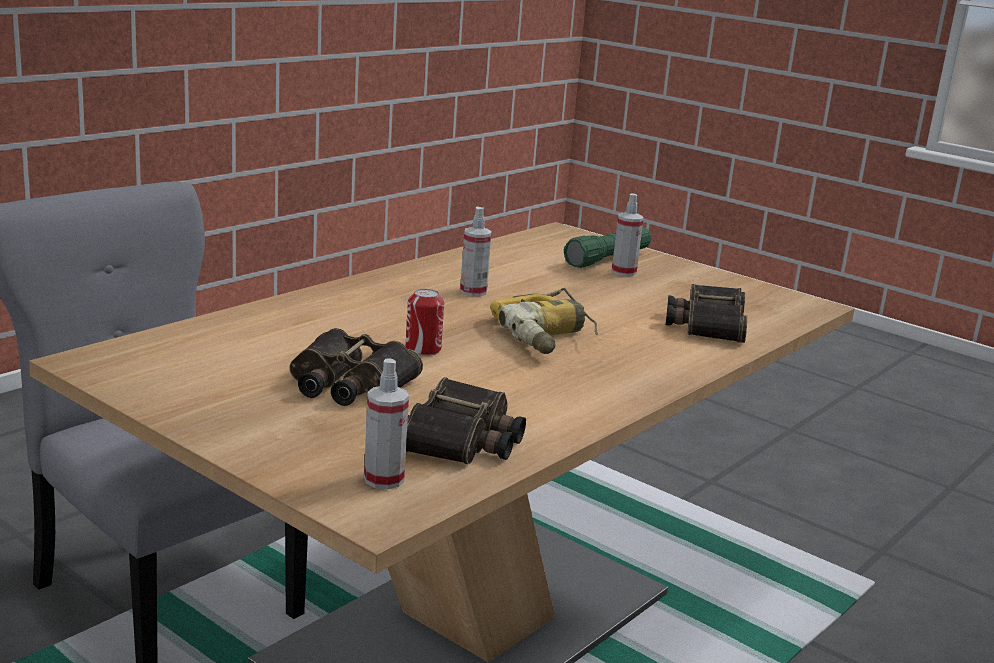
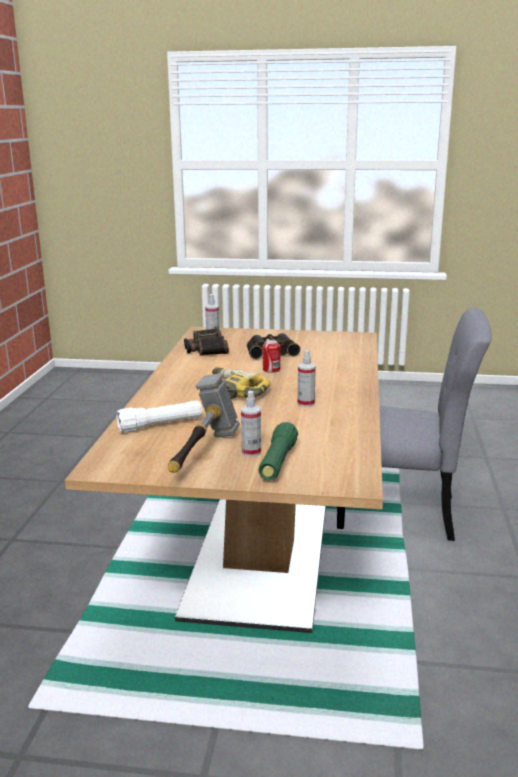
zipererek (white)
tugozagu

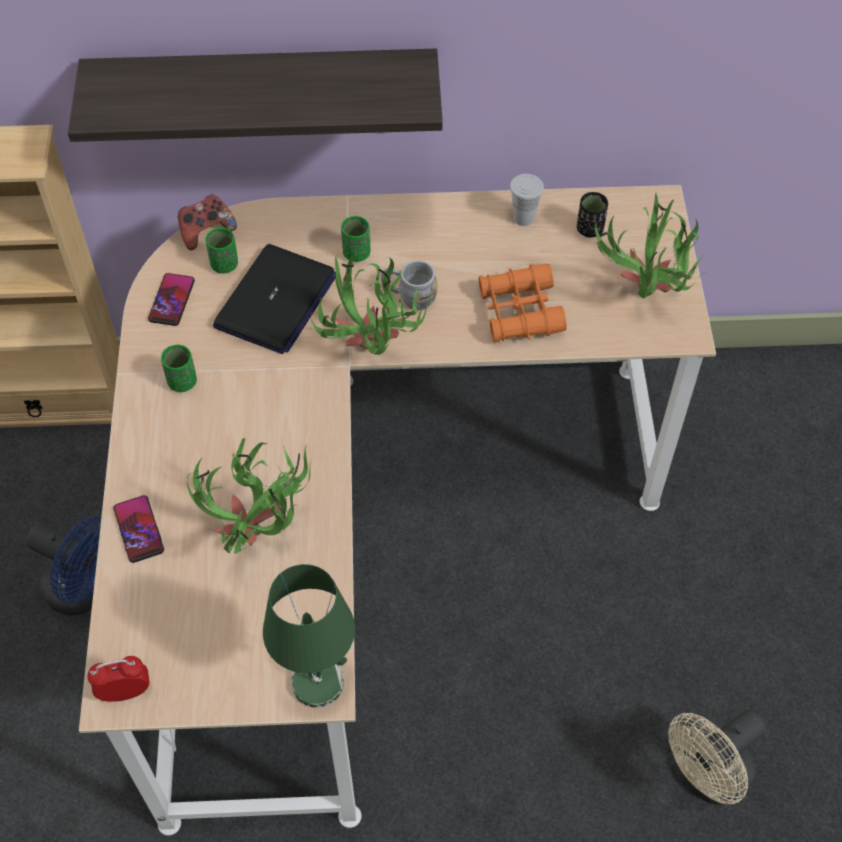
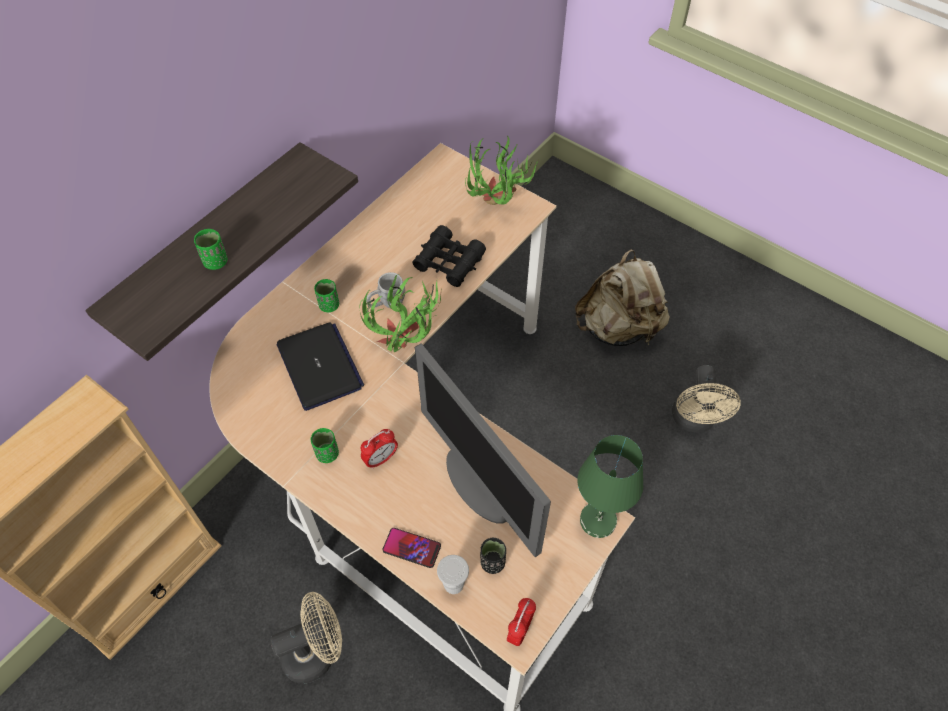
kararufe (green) (no. 1 from left)
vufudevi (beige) (no. 1 from left)
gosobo (no. 1 from left)
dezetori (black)
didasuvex
kararufe (white)
kararufe (black)
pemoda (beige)
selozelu (no. 2 from left in the first image)
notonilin

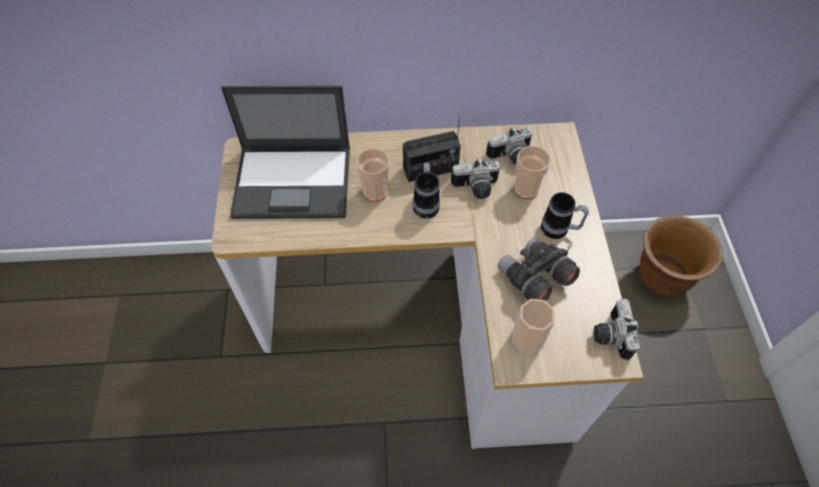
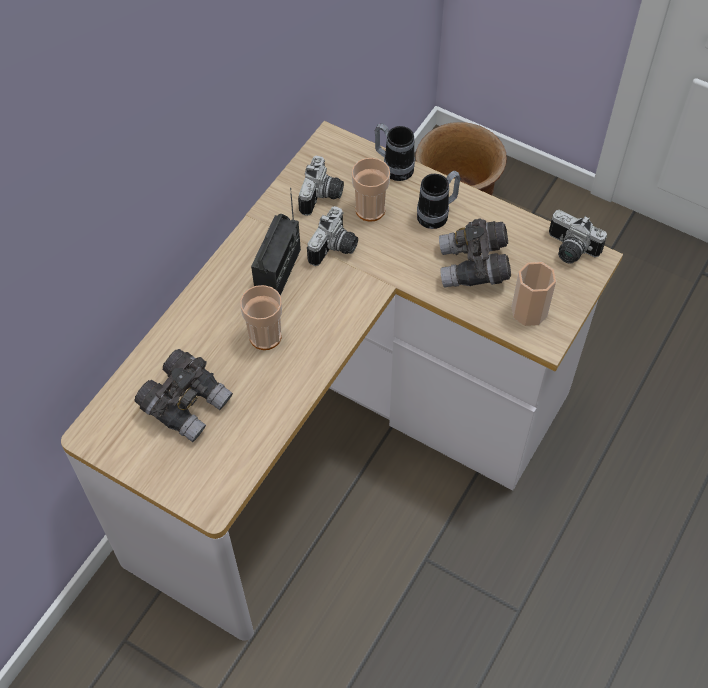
dezetori (grey) (no. 1 from left)
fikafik (no. 1 from left)

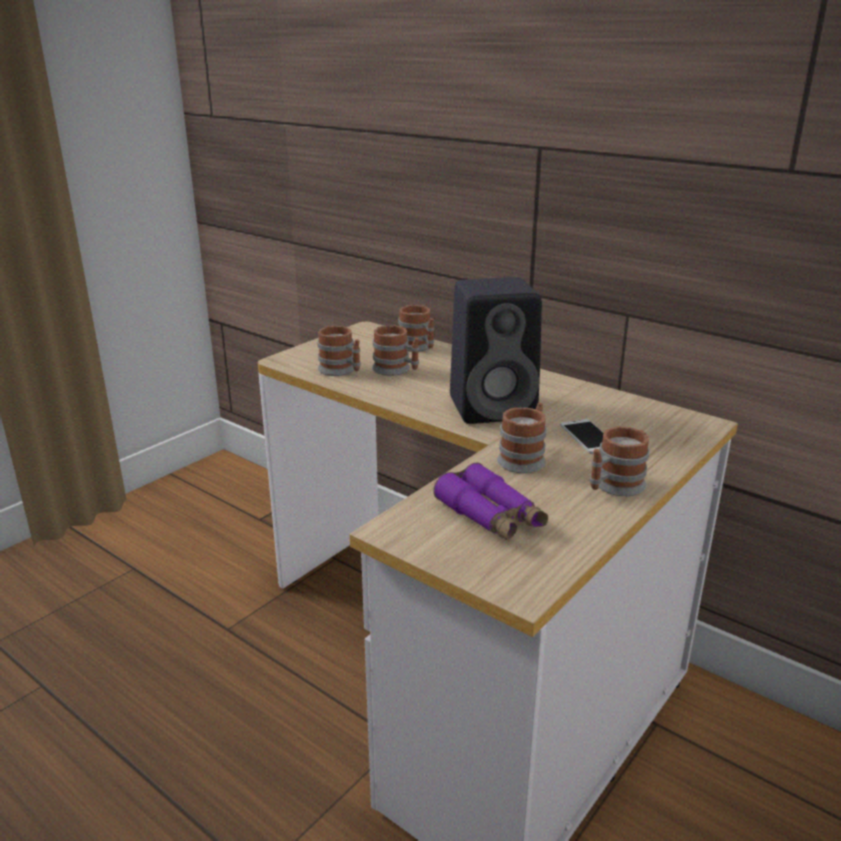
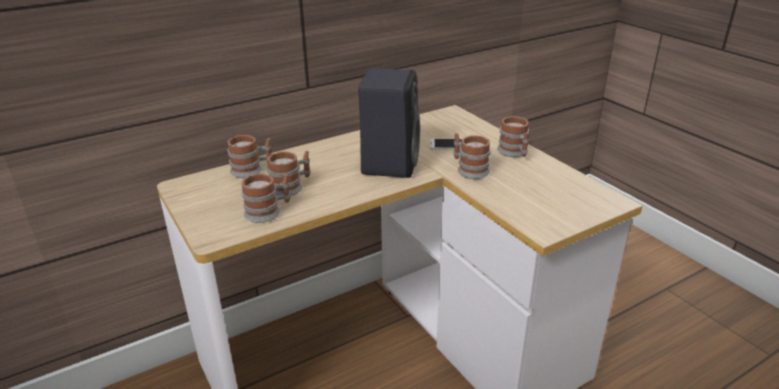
dezetori (purple)

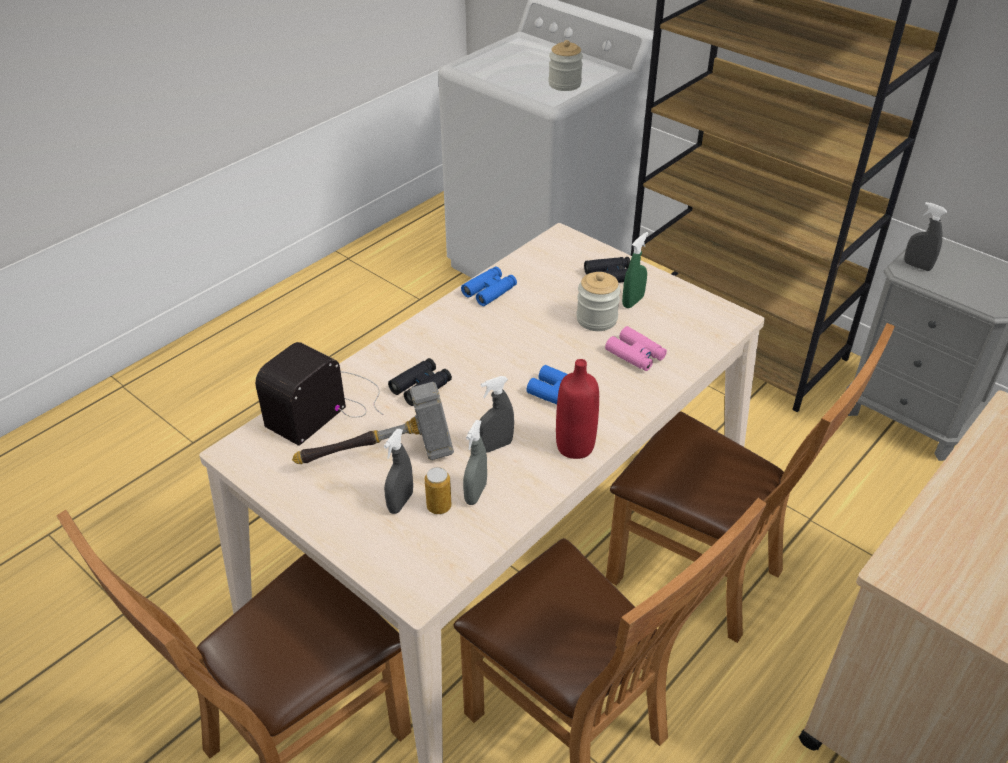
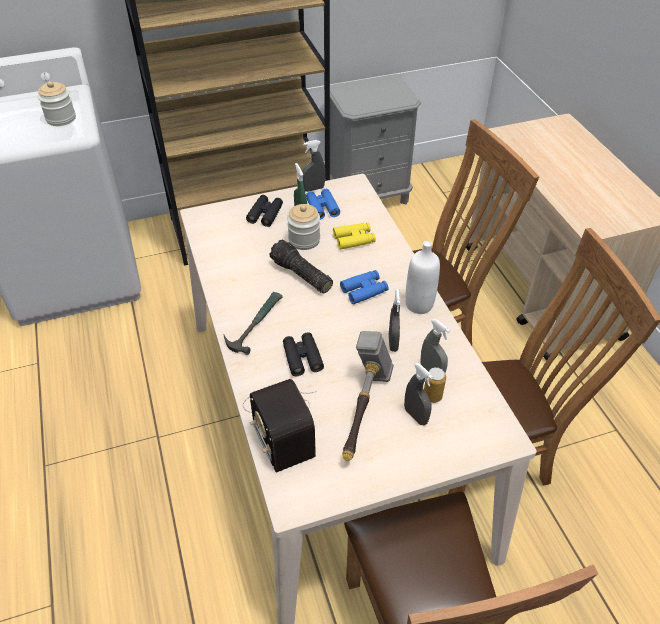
tugozagu (no. 1 from left)
zipererek
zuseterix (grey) (no. 1 from left)
dezetori (blue) (no. 1 from left)
dezetori (yellow)
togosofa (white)

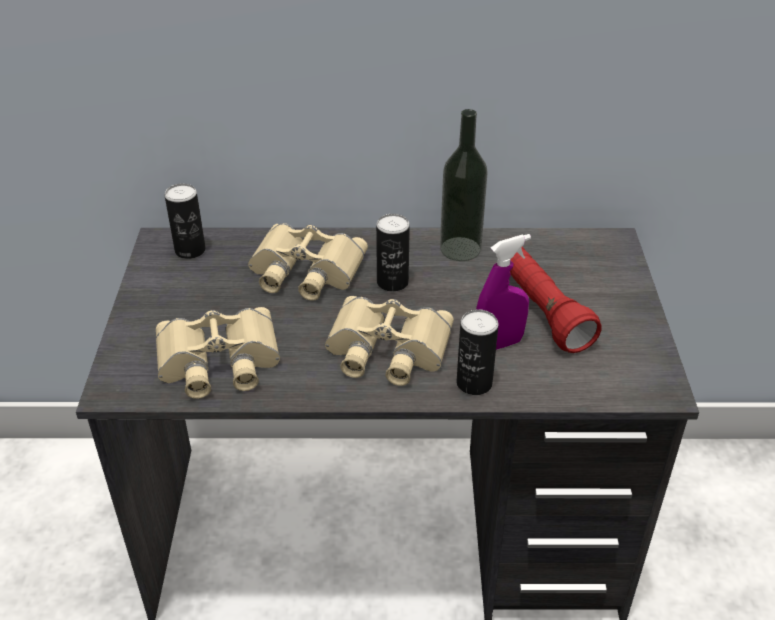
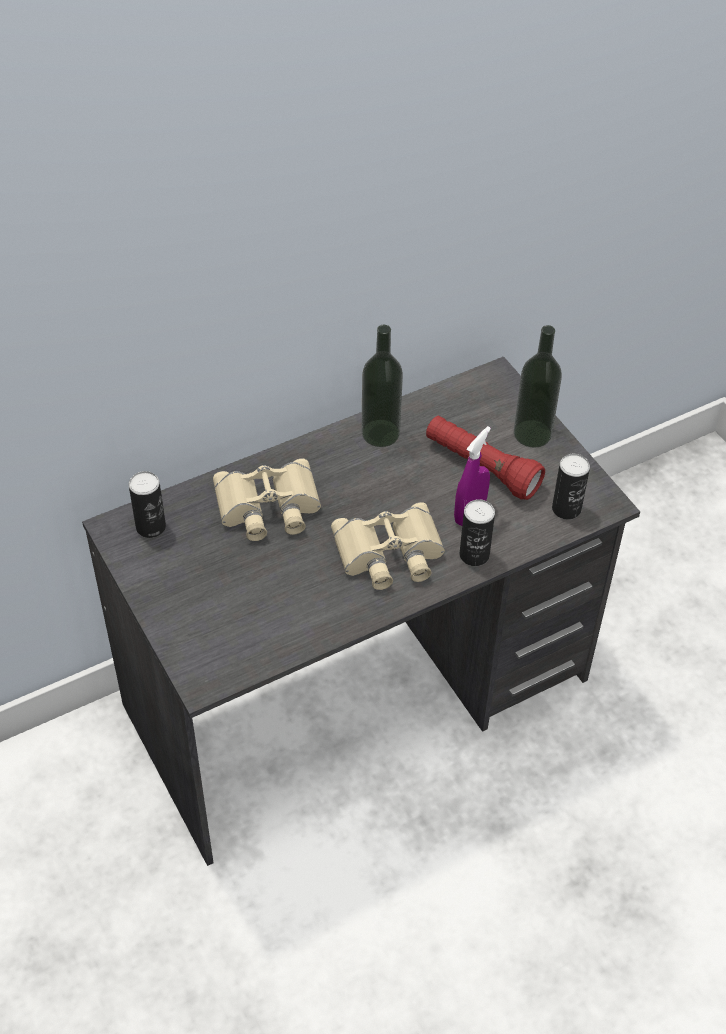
togosofa (no. 2 from left)
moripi (no. 3 from left)
dezetori (beige) (no. 1 from left in the first image)

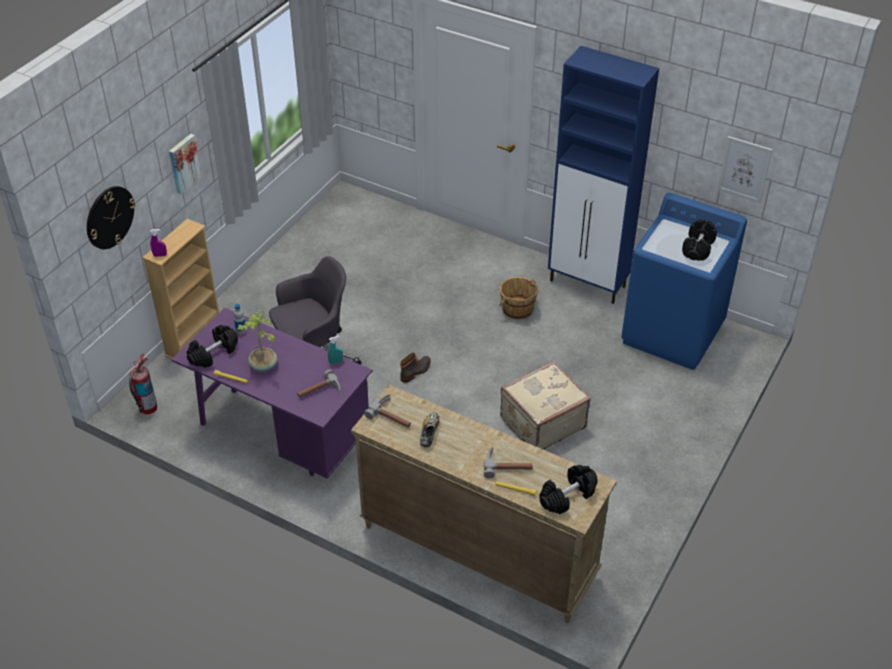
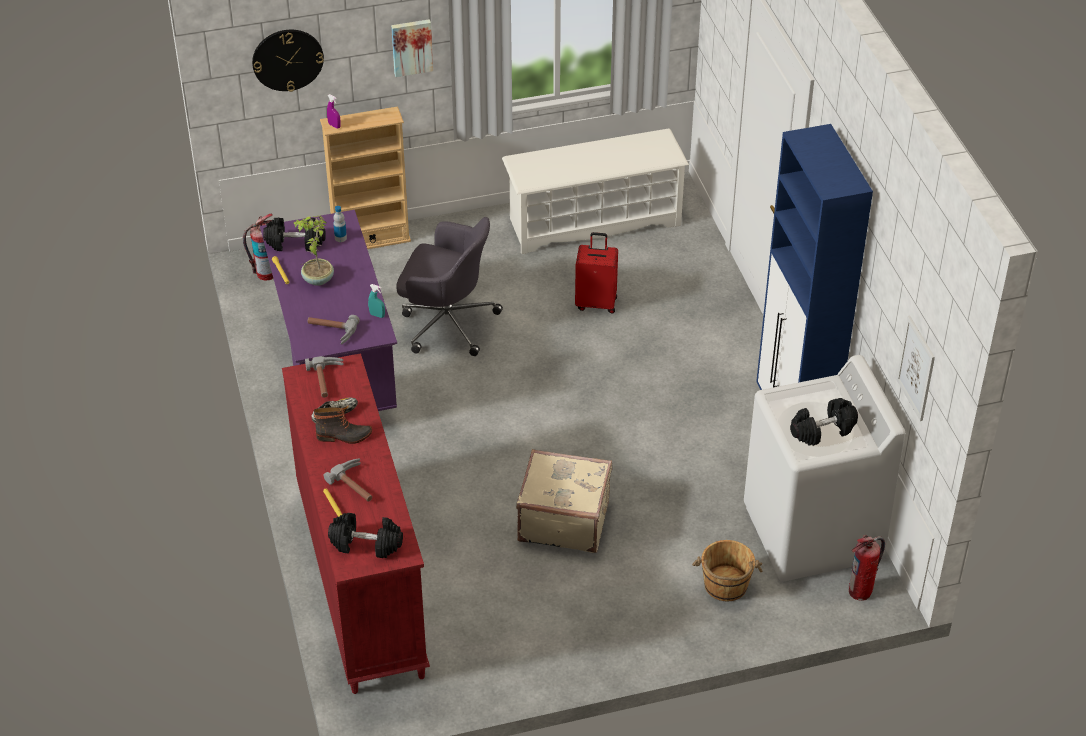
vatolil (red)
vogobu
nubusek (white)
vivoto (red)
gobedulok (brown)
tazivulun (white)
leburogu (no. 2 from left)

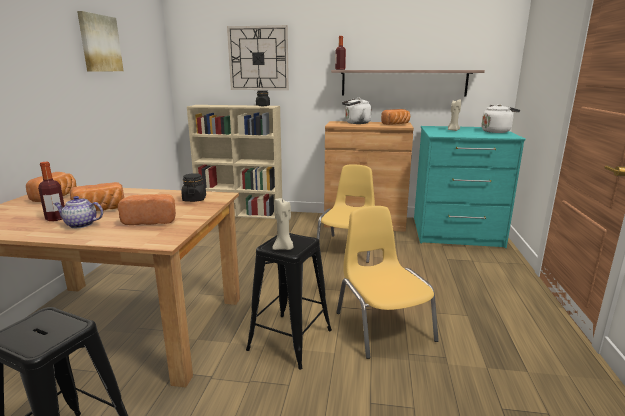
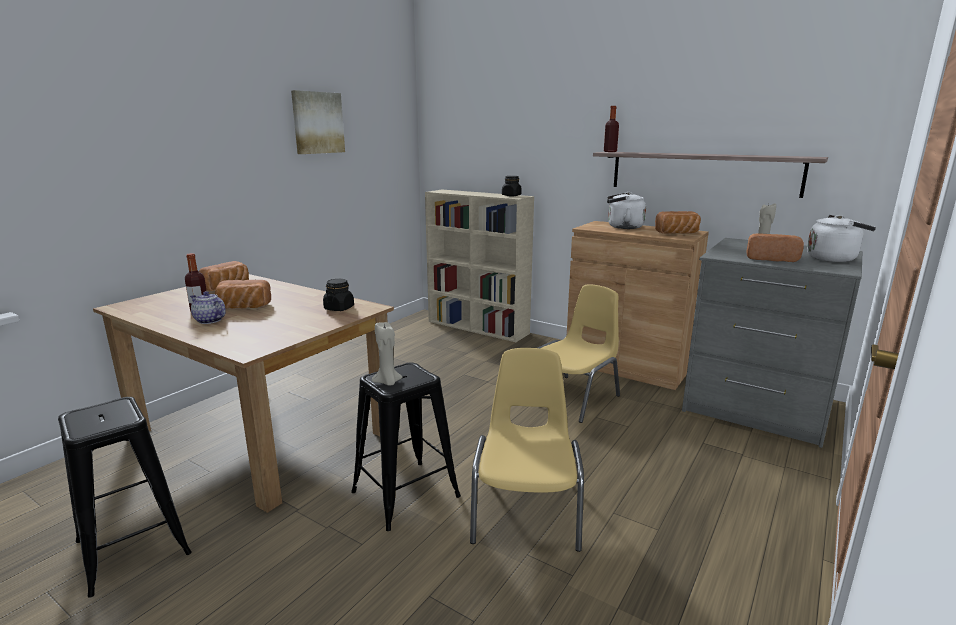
vatolil (grey)
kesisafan (no. 4 from left)
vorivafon

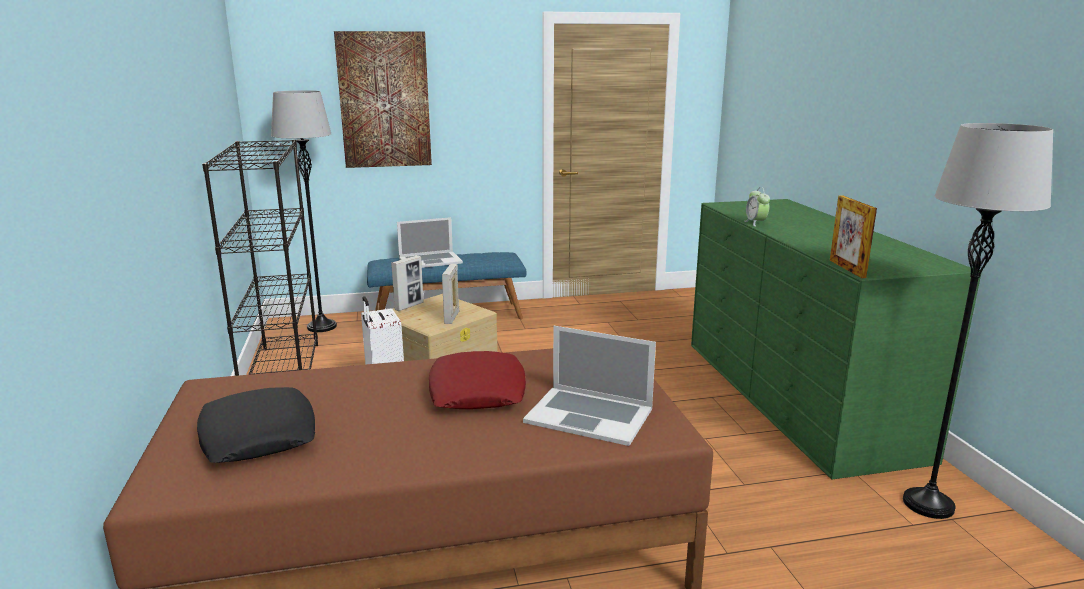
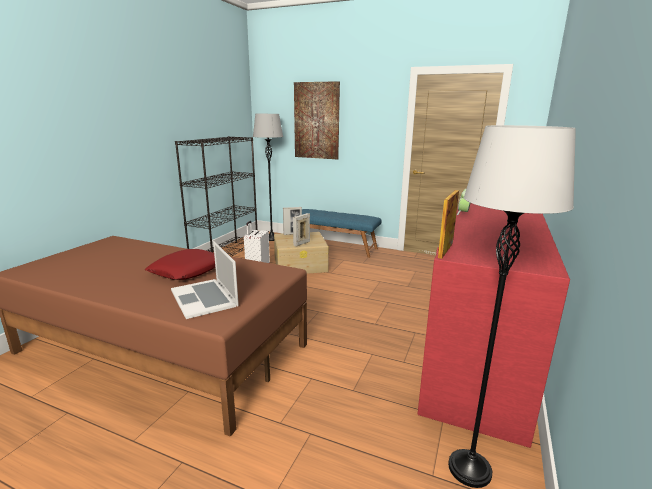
vatolil (red)
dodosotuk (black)
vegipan (no. 1 from left in the first image)

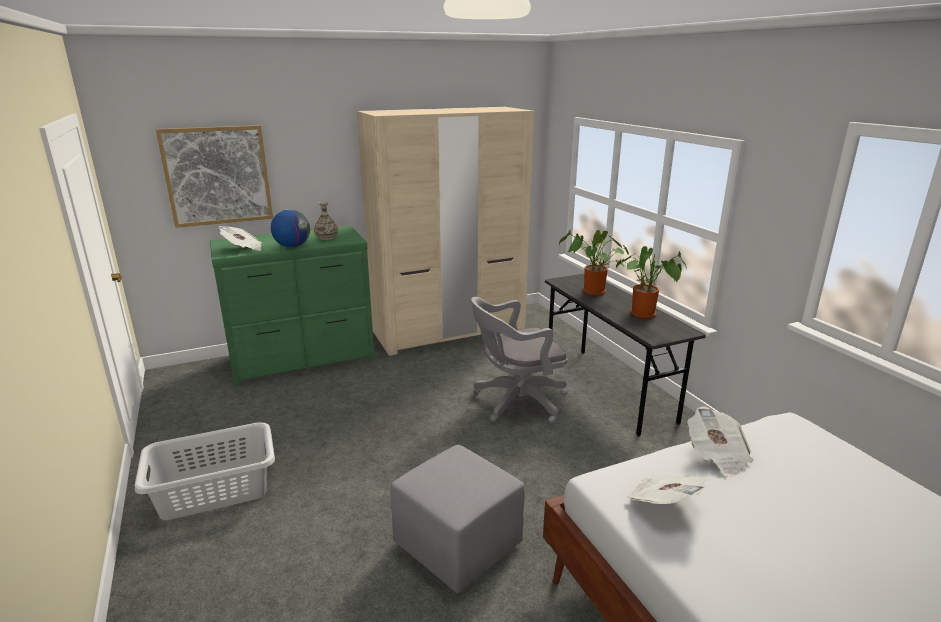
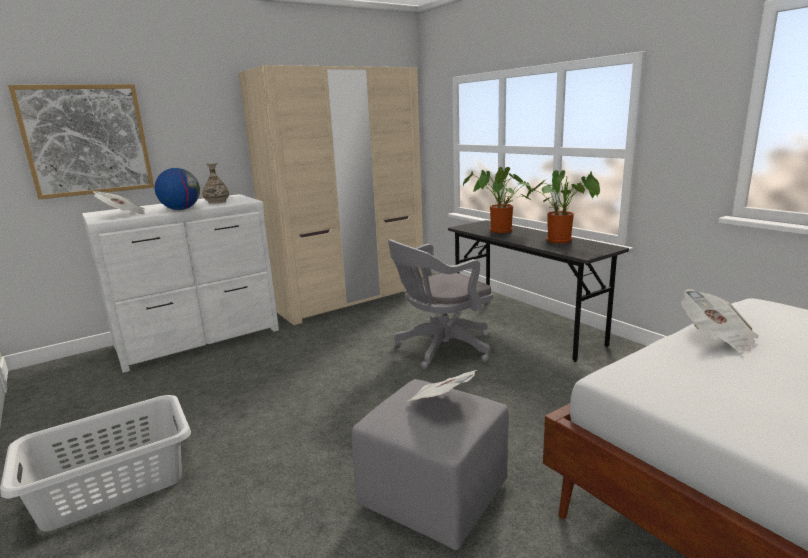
vatolil (white)
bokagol (no. 2 from left)

